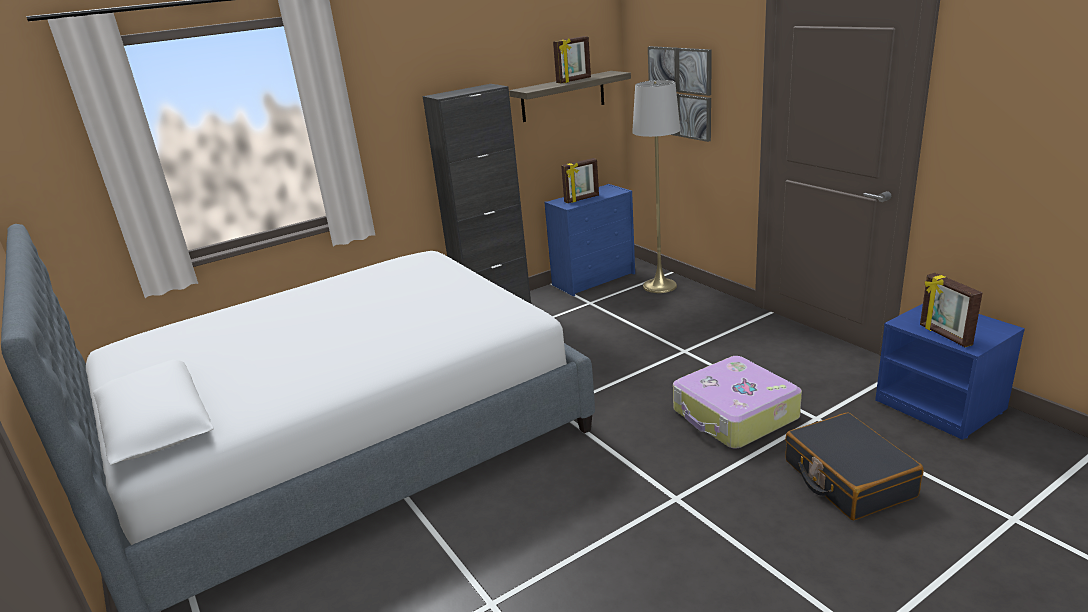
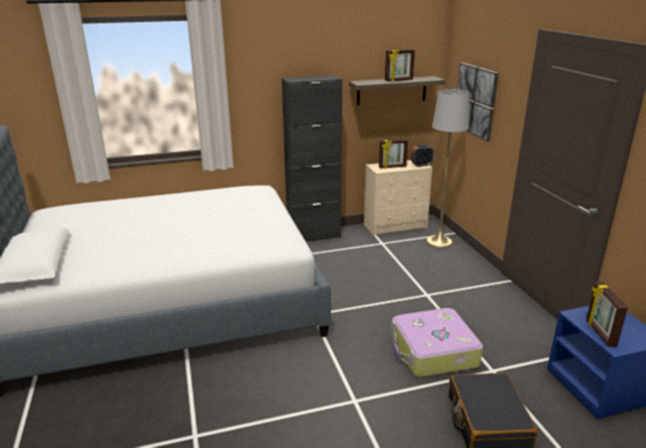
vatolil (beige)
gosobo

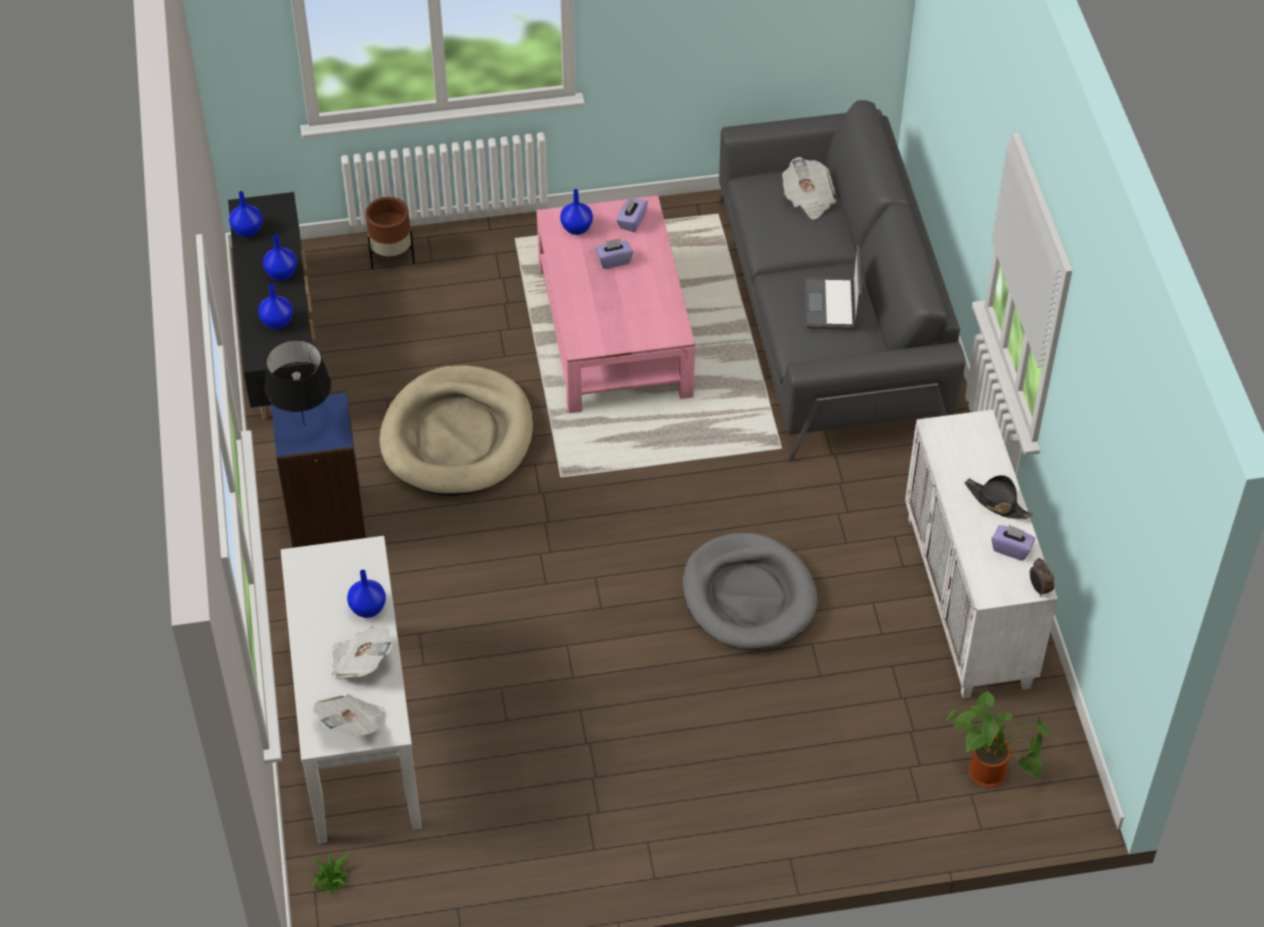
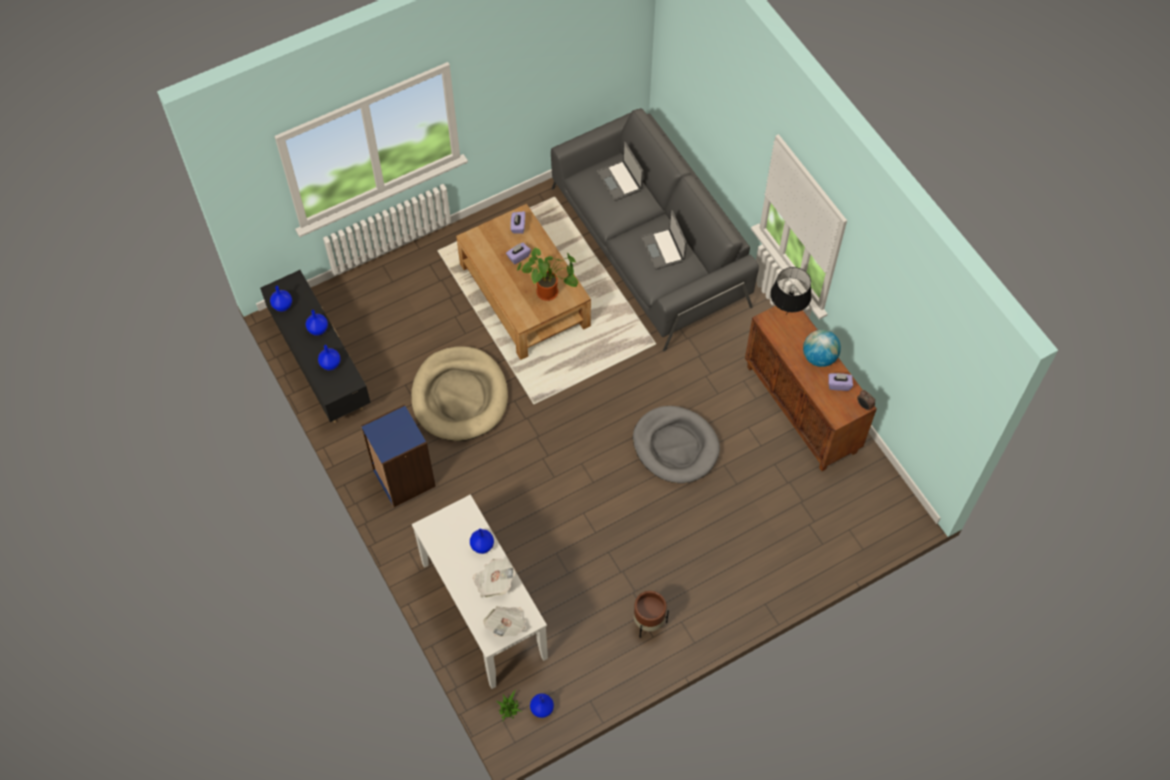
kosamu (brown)
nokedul (no. 2 from left)
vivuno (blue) (no. 5 from left)
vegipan (no. 1 from left)
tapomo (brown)
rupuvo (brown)
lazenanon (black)
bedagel

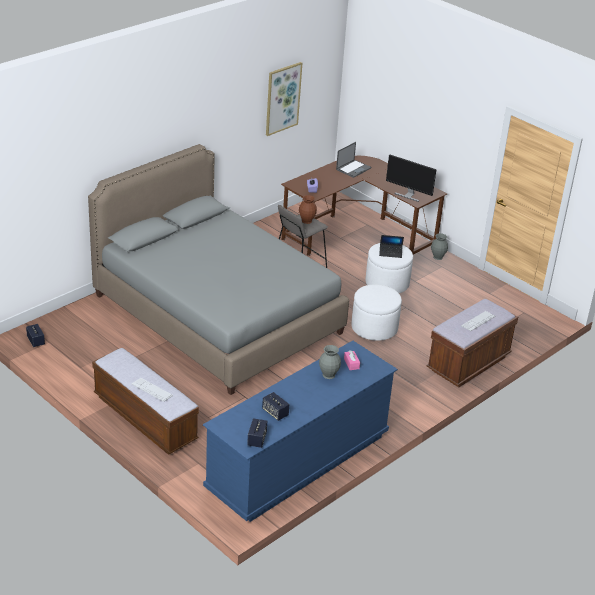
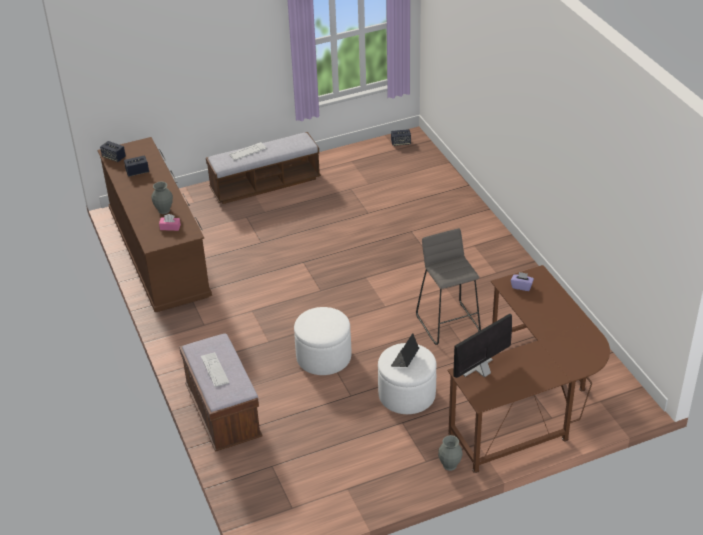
vatolil (brown)
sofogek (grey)
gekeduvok
vivuno (brown)
vegipan (no. 1 from left in the first image)

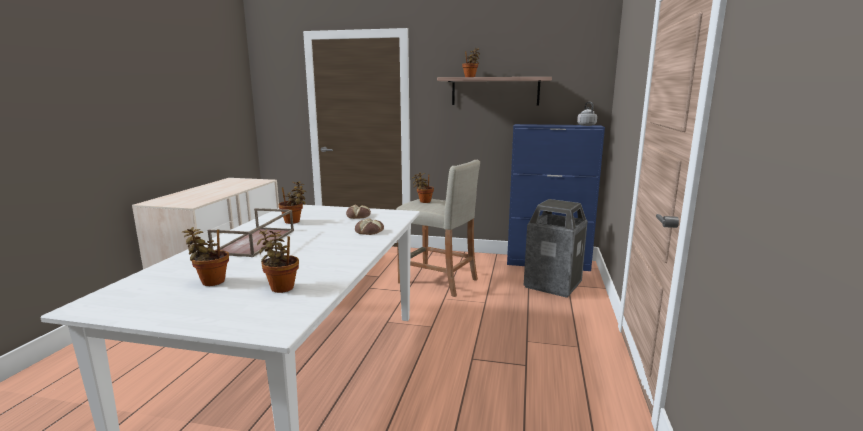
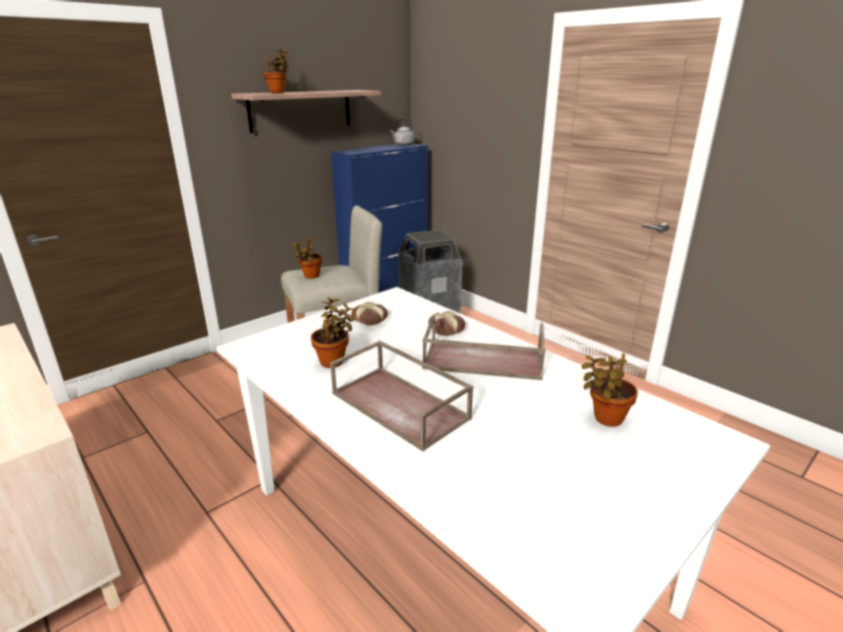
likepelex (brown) (no. 2 from left)
nokedul (no. 1 from left in the first image)

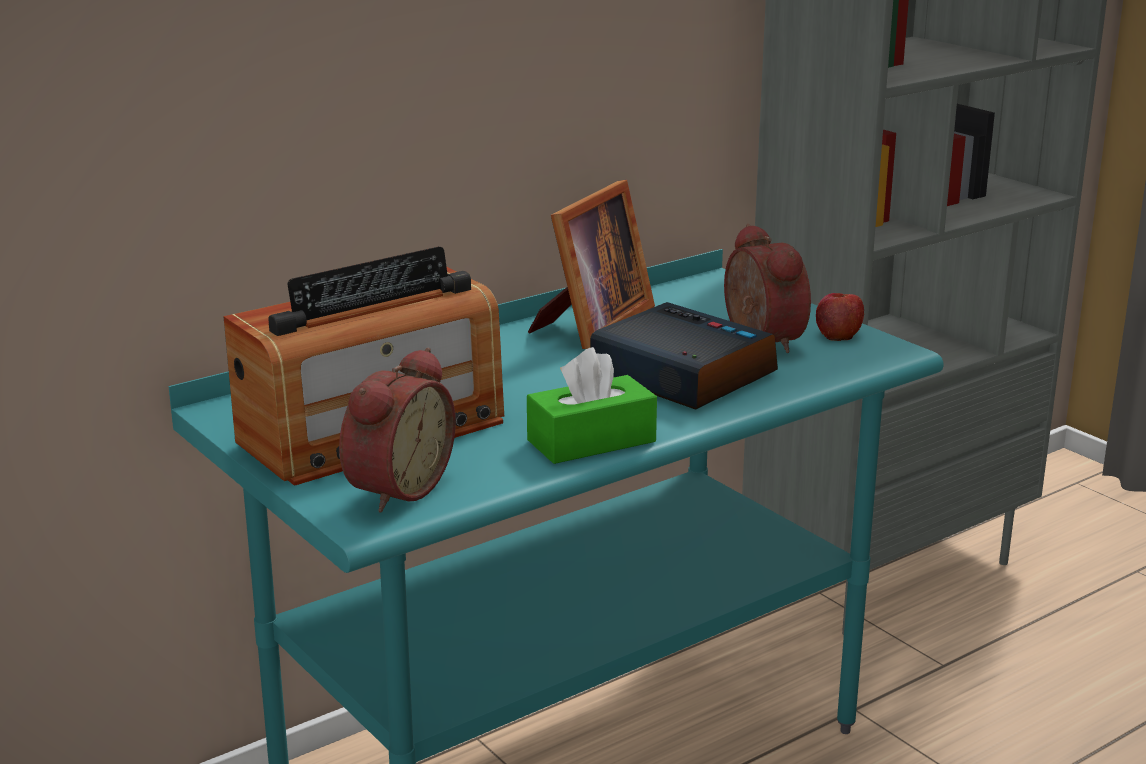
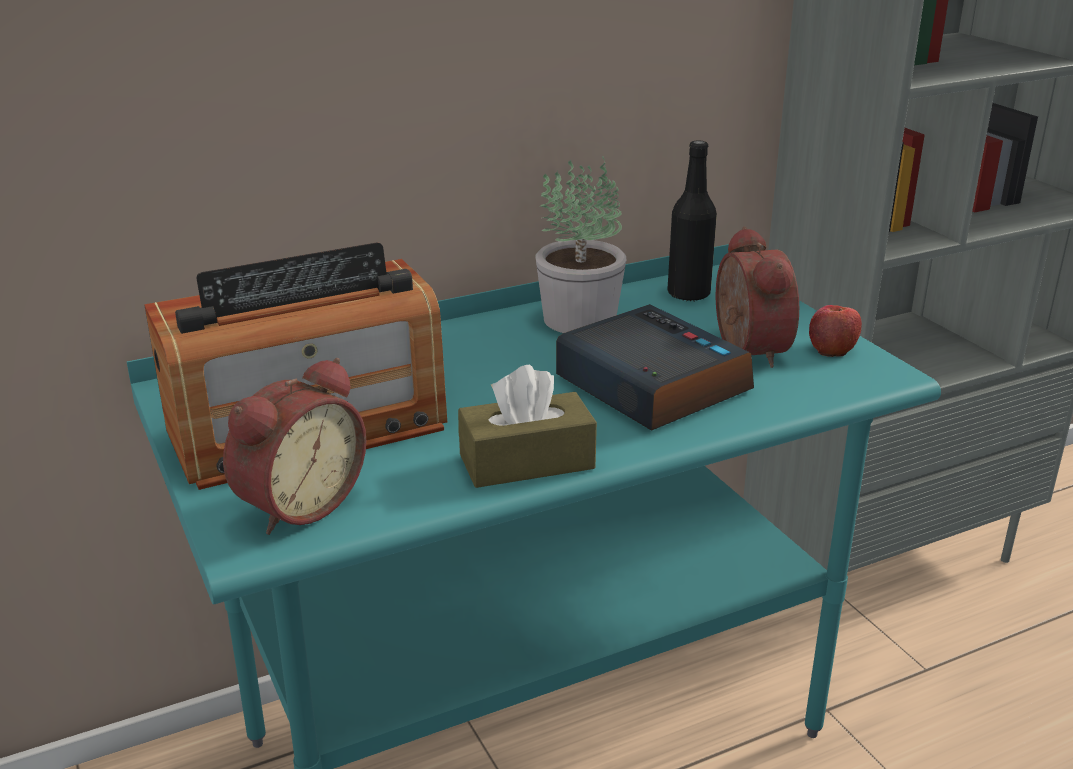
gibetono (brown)
nokedul
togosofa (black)

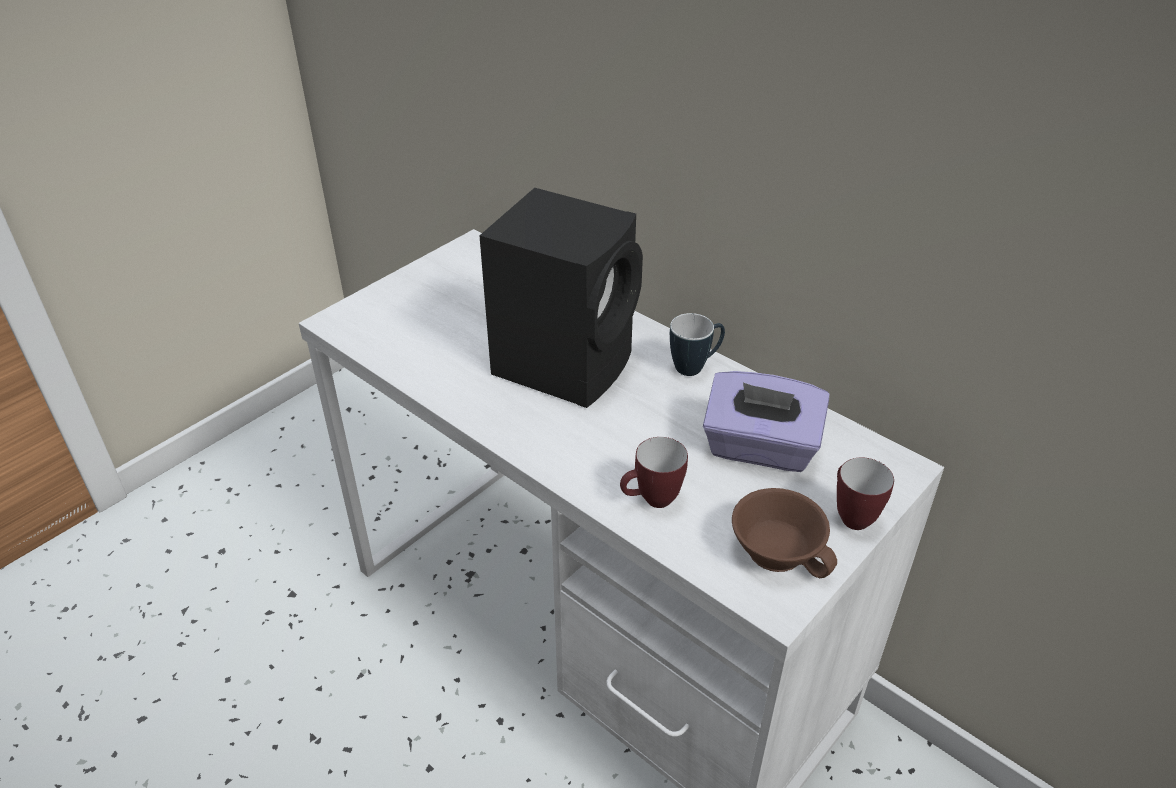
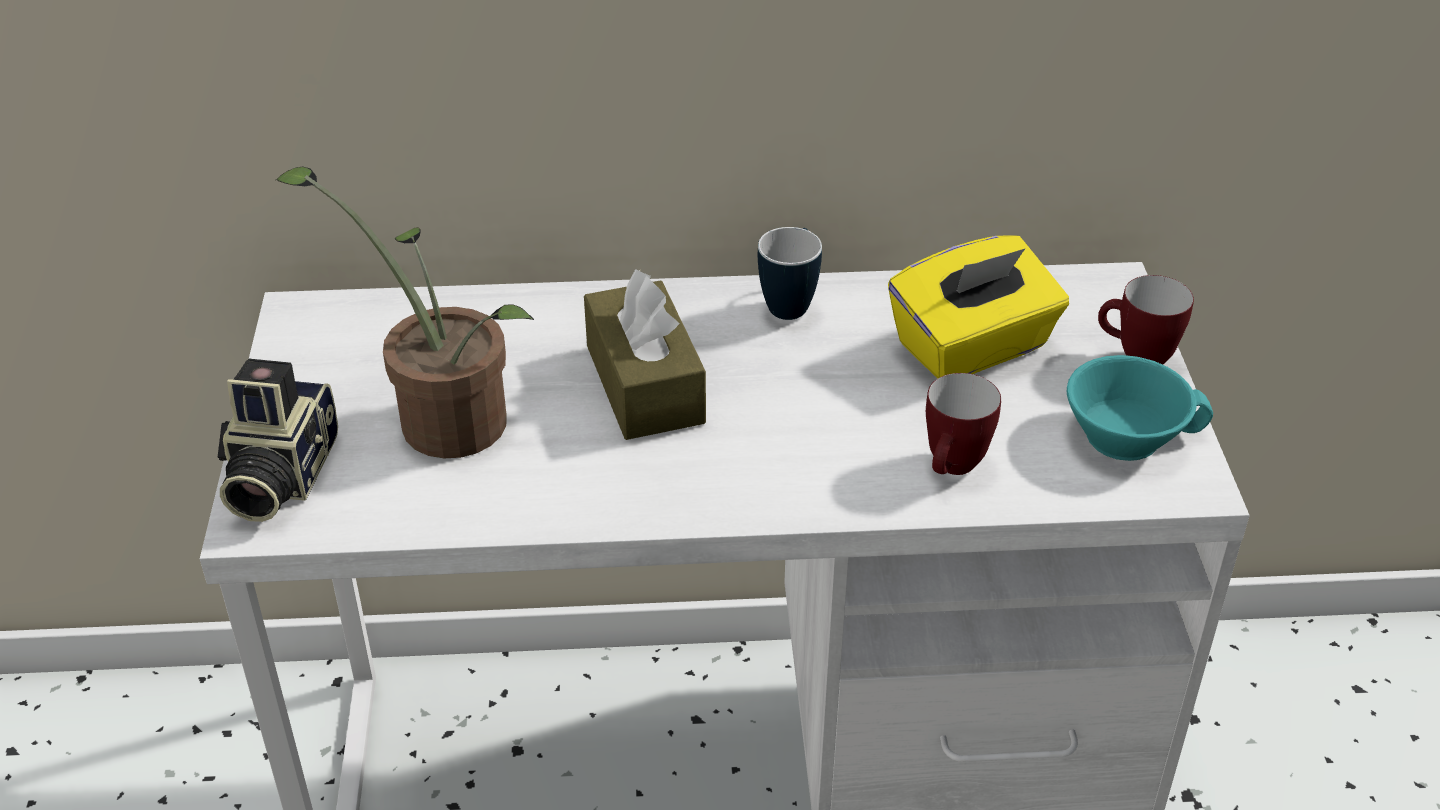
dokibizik
nokedul
gibetono (brown)
gibetono (yellow)
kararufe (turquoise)

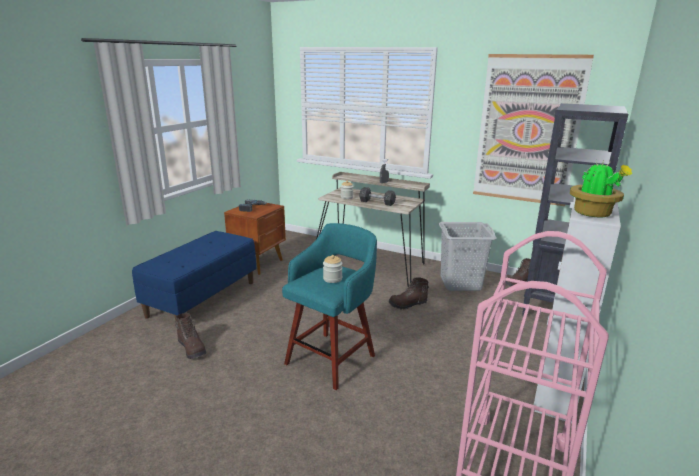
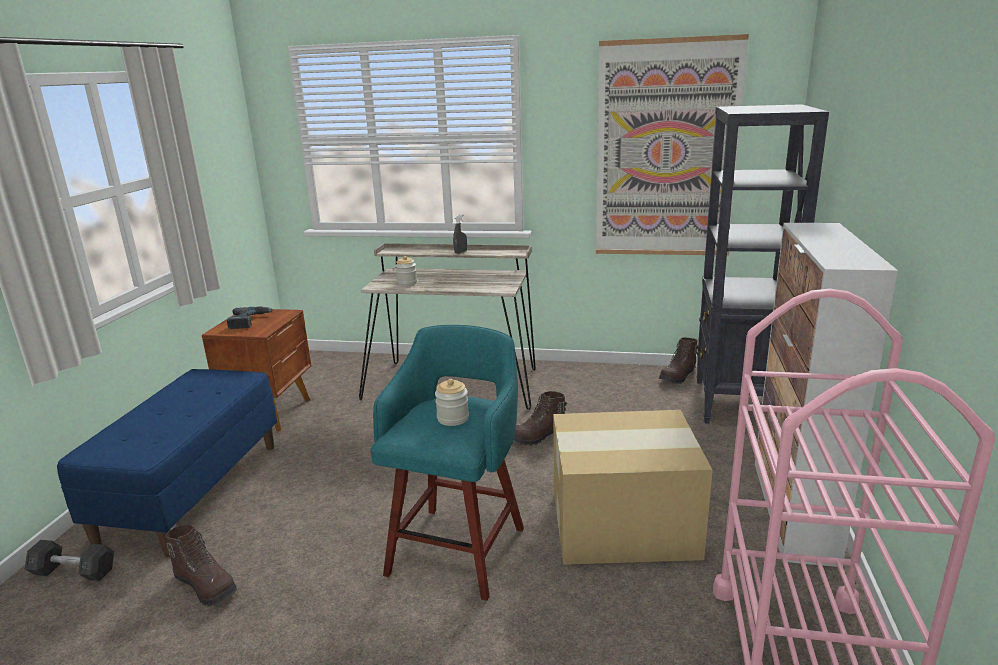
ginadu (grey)
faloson
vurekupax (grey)
nokedul

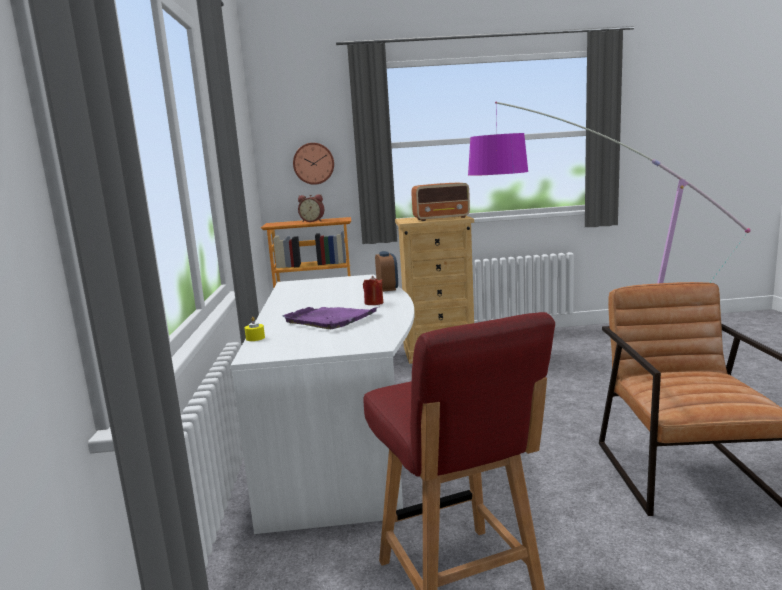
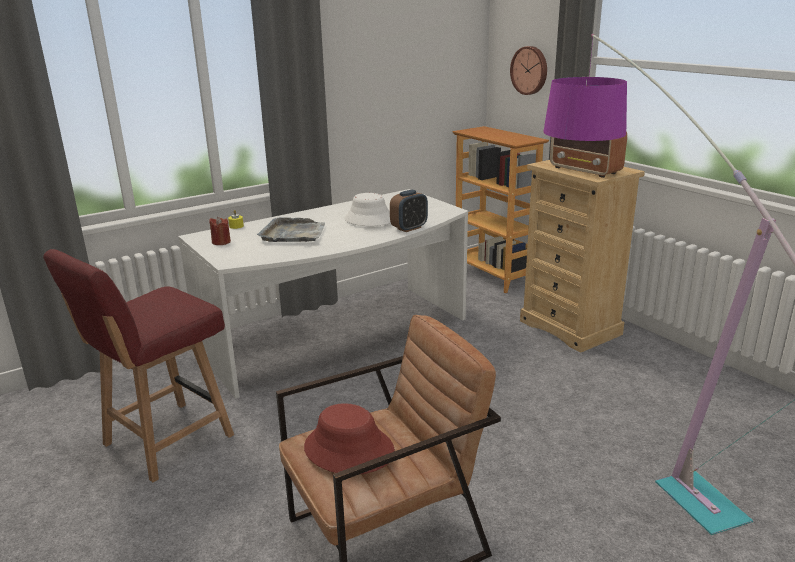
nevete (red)
likepelex (grey)
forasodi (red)
forasodi (white)
gosobo (no. 1 from left in the first image)

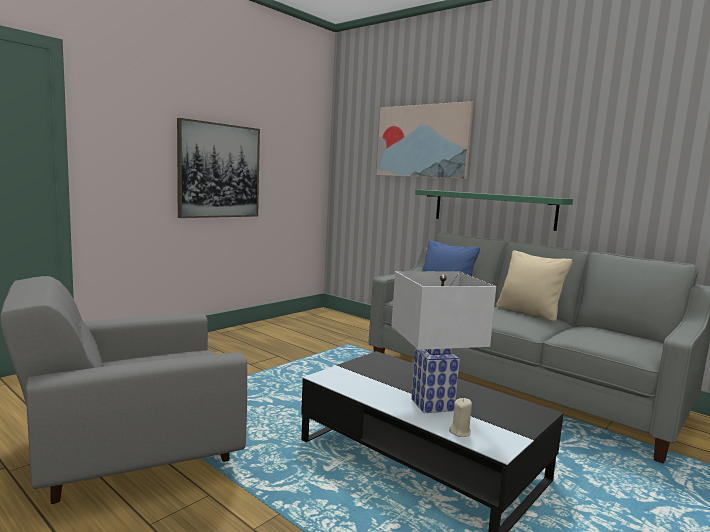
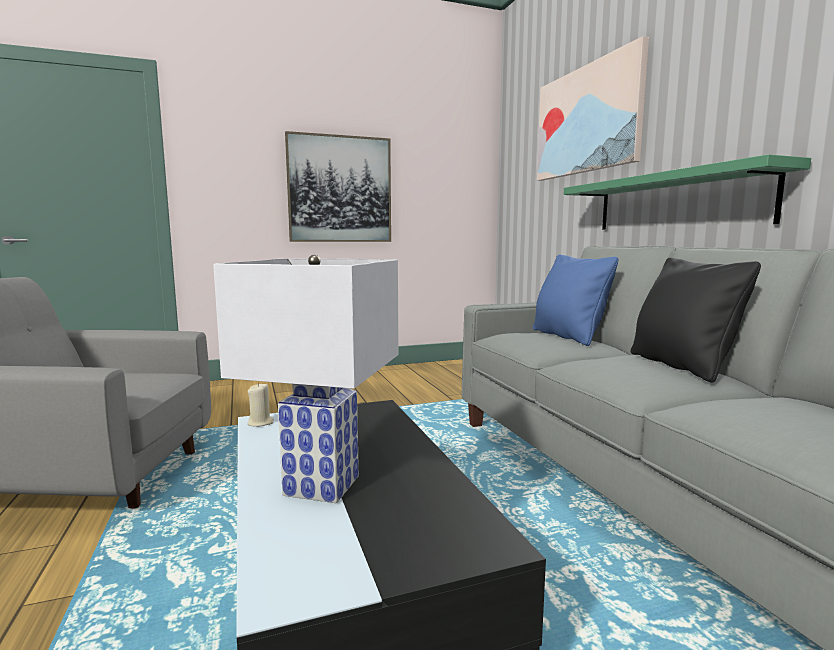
nevete (beige)
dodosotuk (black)

